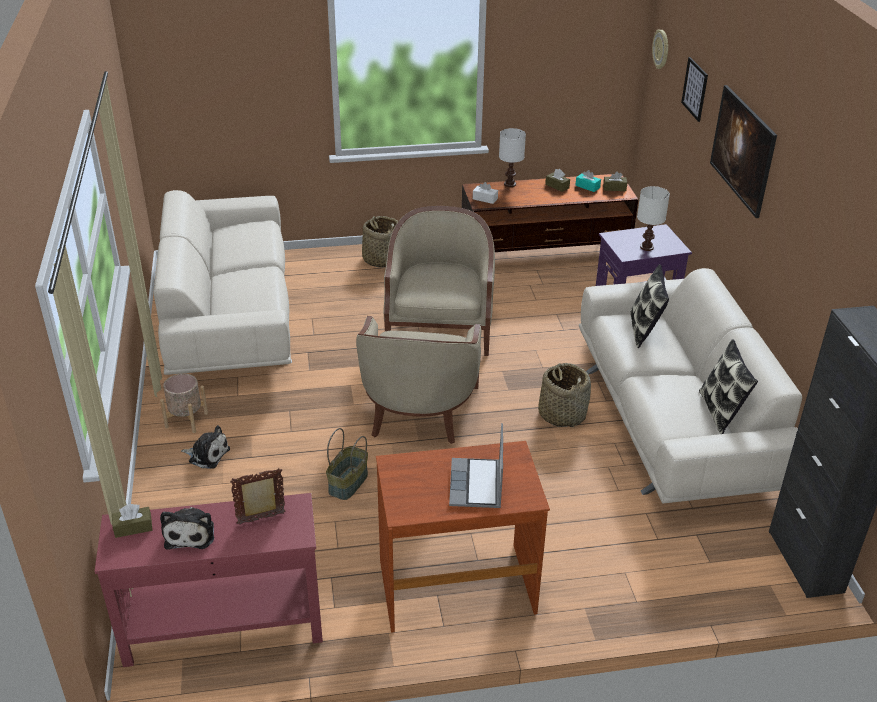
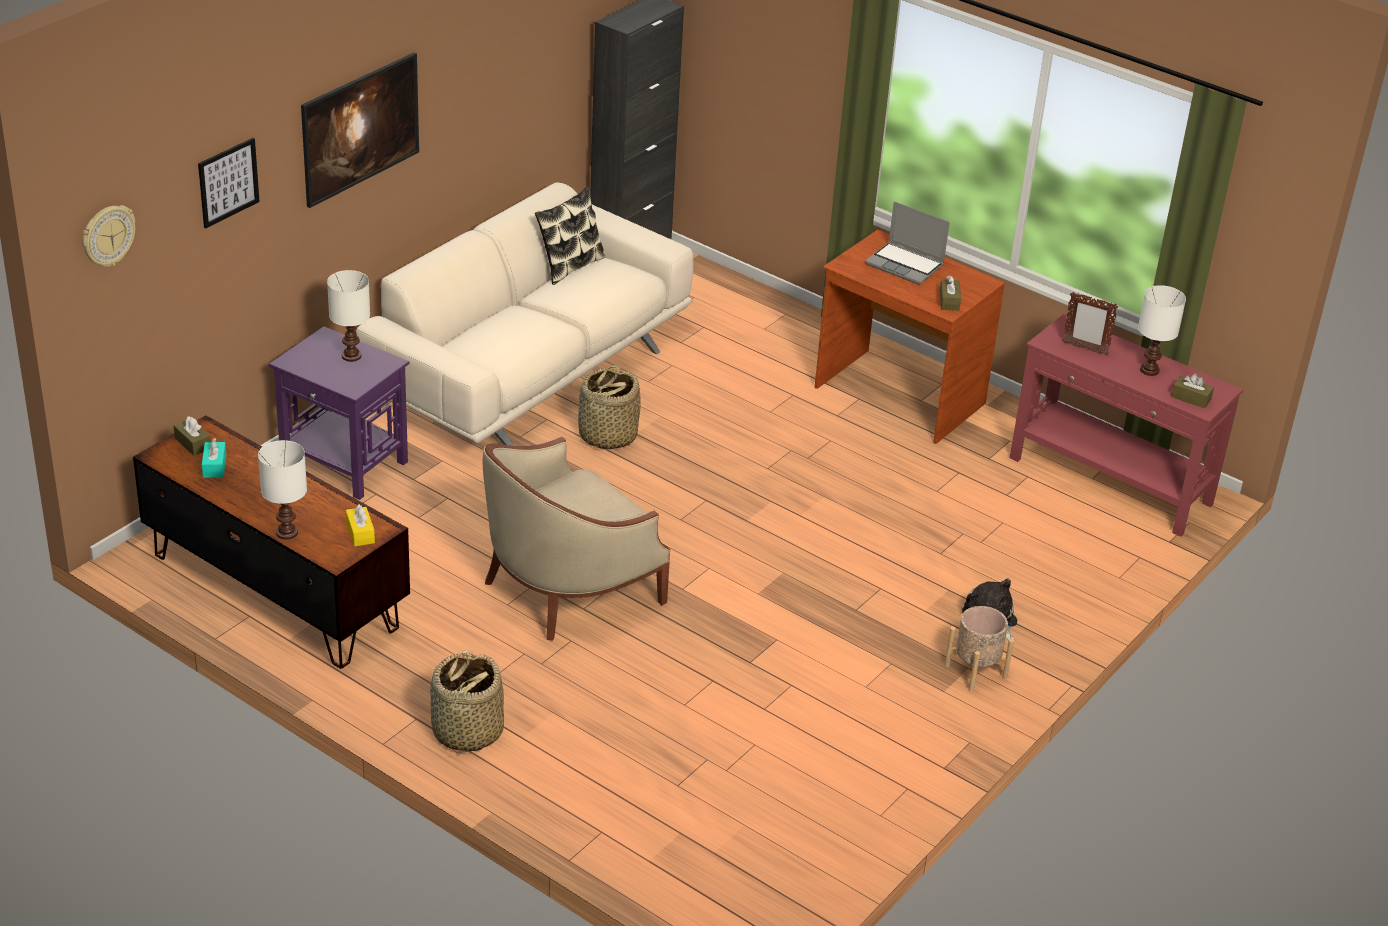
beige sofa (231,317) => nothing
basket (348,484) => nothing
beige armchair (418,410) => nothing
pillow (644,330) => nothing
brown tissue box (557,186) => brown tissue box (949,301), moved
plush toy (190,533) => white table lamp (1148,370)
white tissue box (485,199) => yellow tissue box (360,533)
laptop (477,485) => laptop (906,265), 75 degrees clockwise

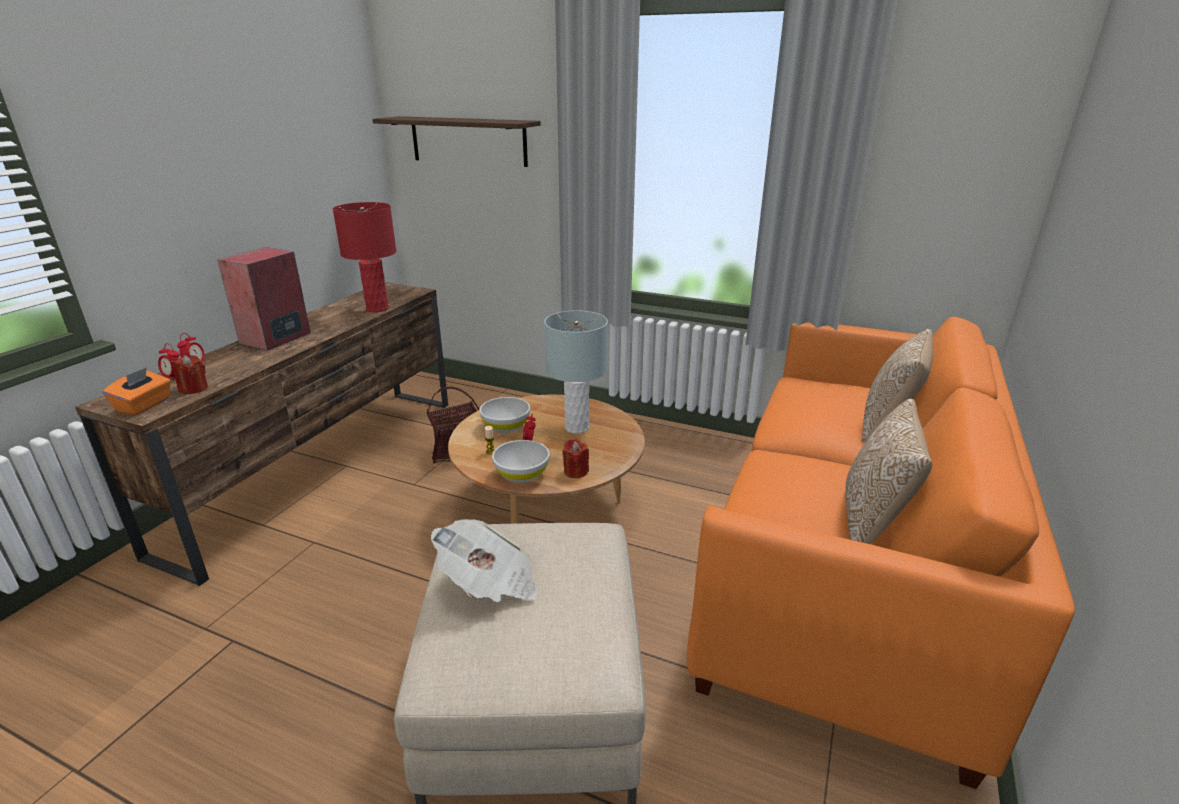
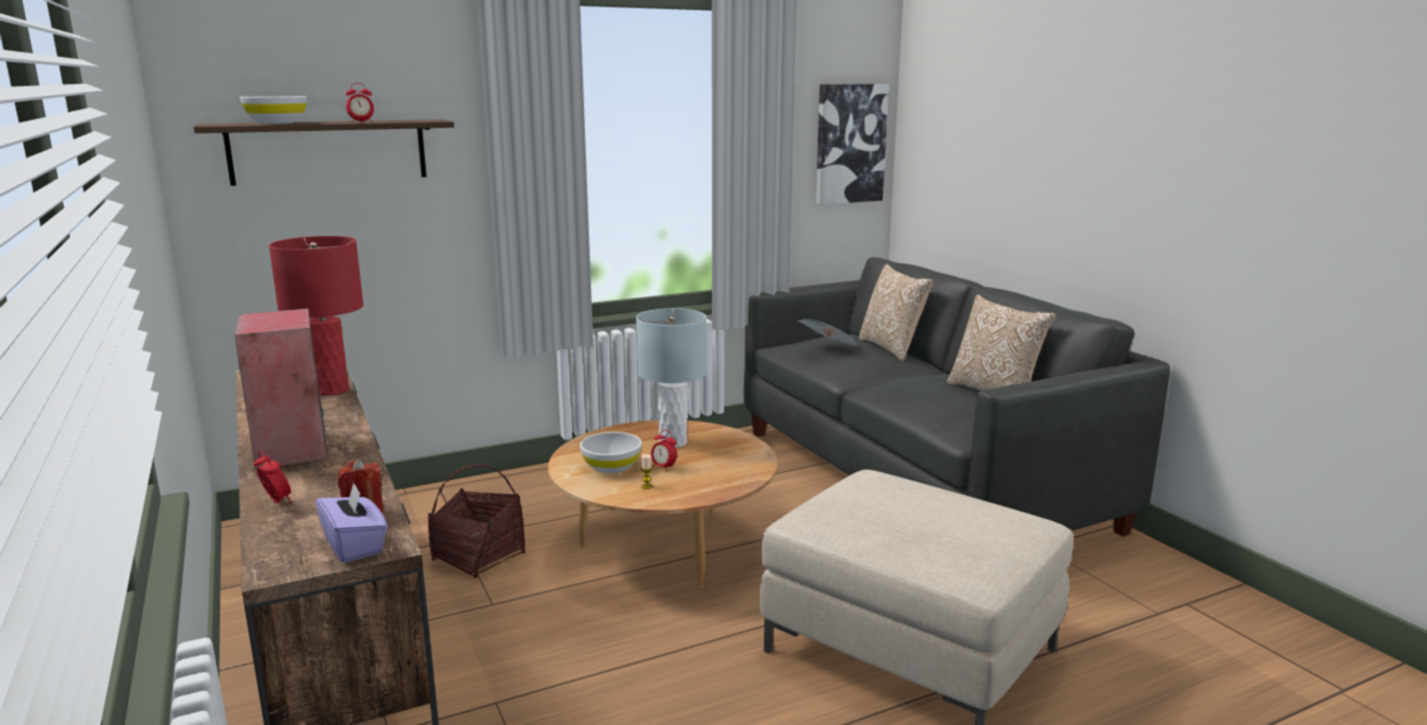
red candle (575,471) => nothing
nothing => picture (850,143)
alarm clock (174,378) => alarm clock (361,122), moved
newspaper (489,583) => newspaper (830,349), moved
white bowl (522,474) => white bowl (276,123), moved
orange tissue box (144,406) => purple tissue box (355,546)
orange sofa (846,569) => grey sofa (918,477)

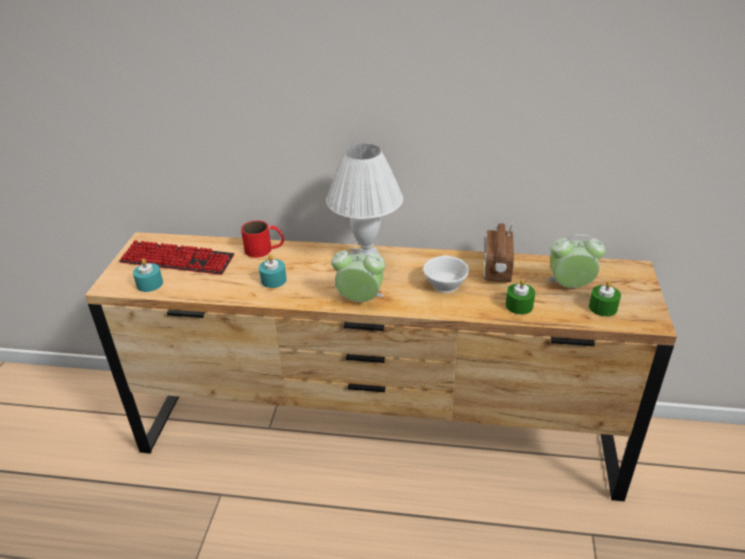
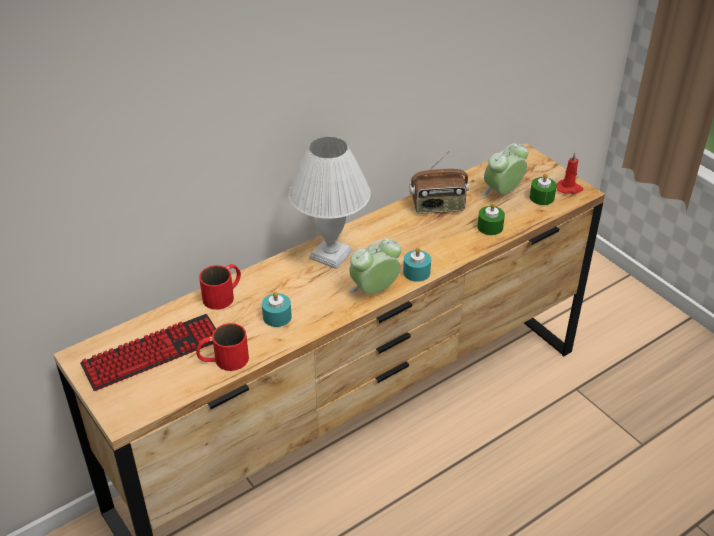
white cup (443,283) => nothing
nothing => red mug (223,360)
nothing => red candle (569,188)
turquoise candle (150,284) => turquoise candle (416,272), moved
radio (496,270) => radio (438,207), 60 degrees counterclockwise

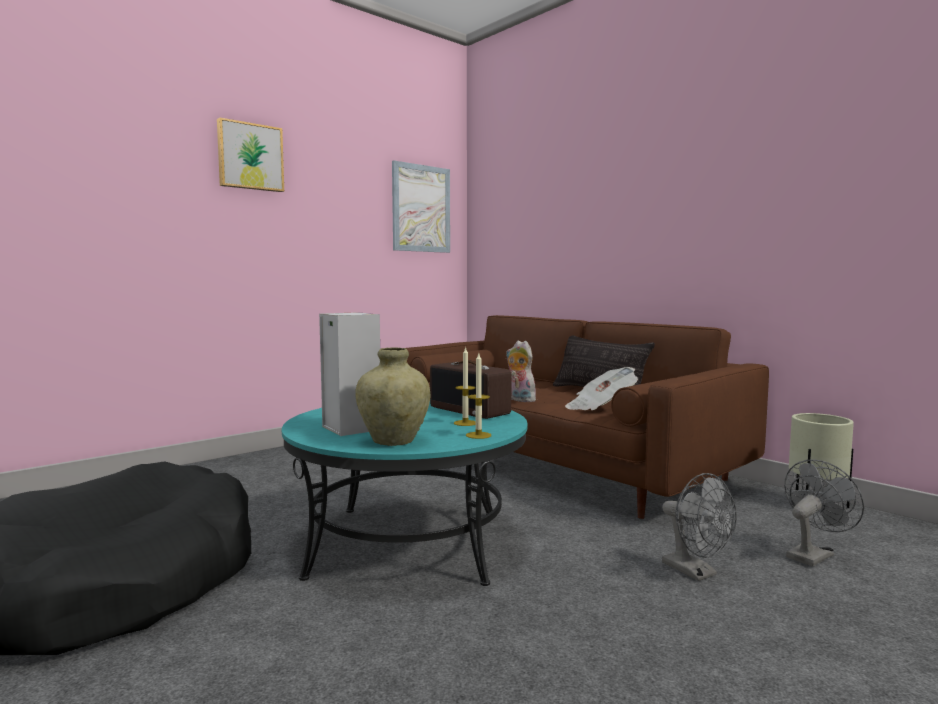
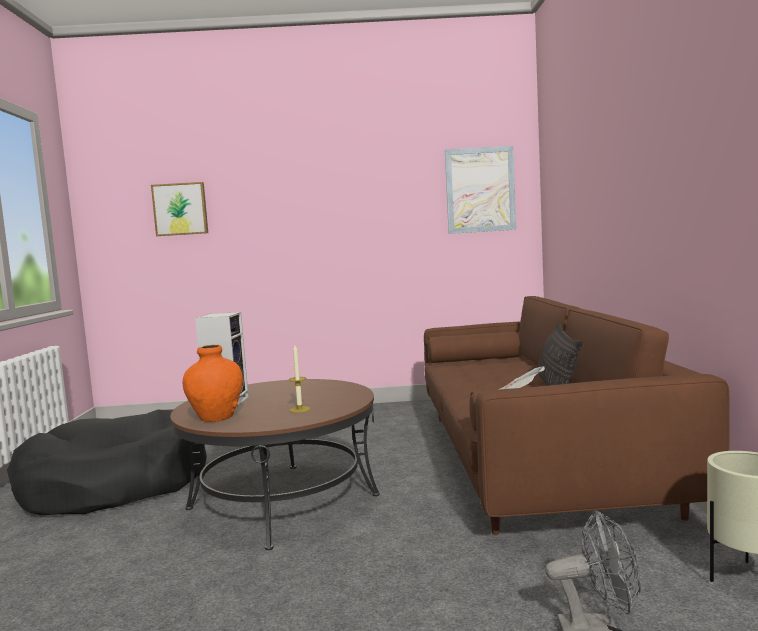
radio (470,410) => nothing
candle (478,435) => nothing
plush toy (519,400) => nothing
grey fan (696,572) => nothing
picture (250,157) => picture (180,209), moved
turquoise coffee table (408,542) => brown coffee table (283,501)
beige vase (393,441) => orange vase (216,417)

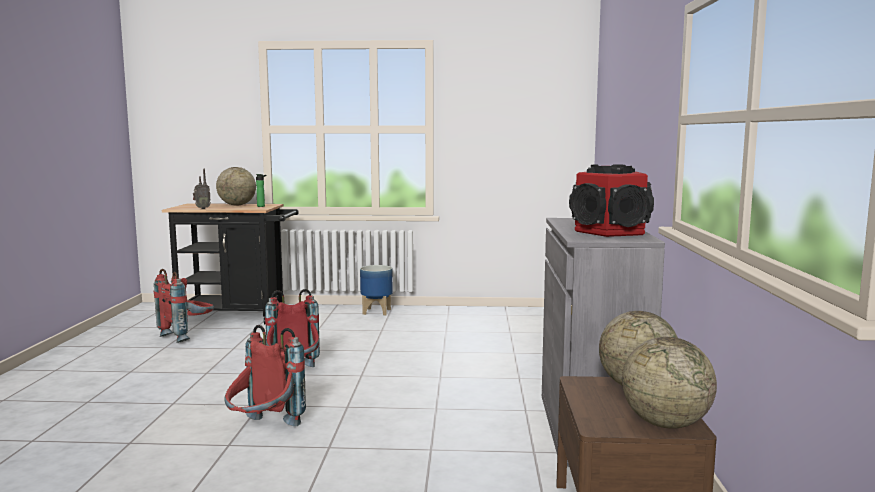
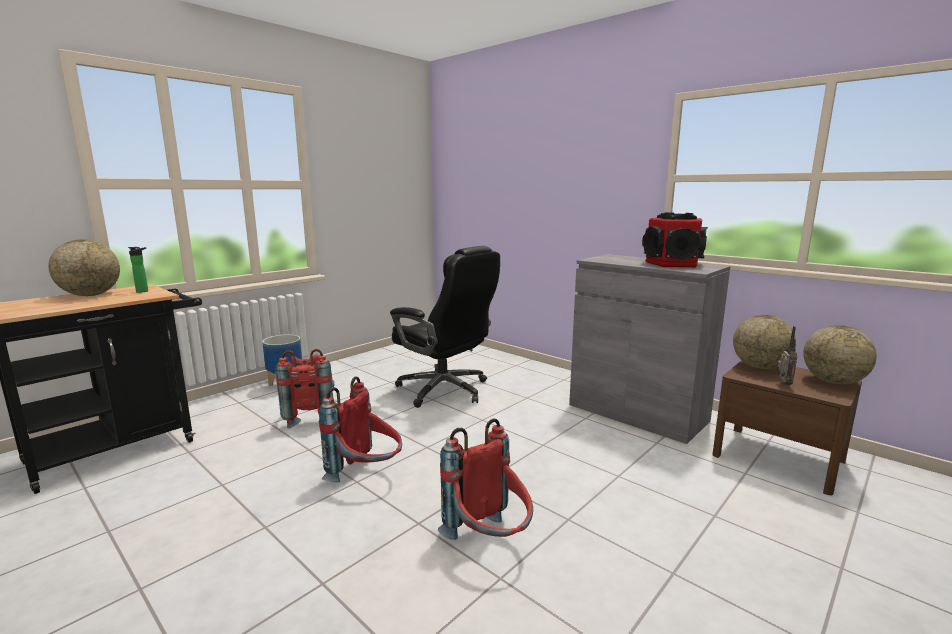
nothing => black office chair (445,390)
red backpack (188,335) => red backpack (311,417), moved
radio (202,208) => radio (783,384), moved

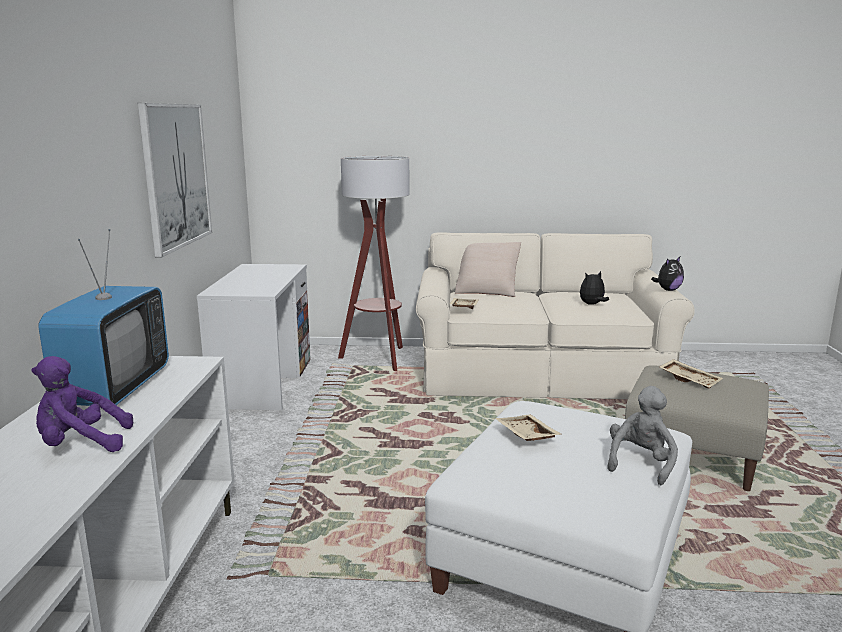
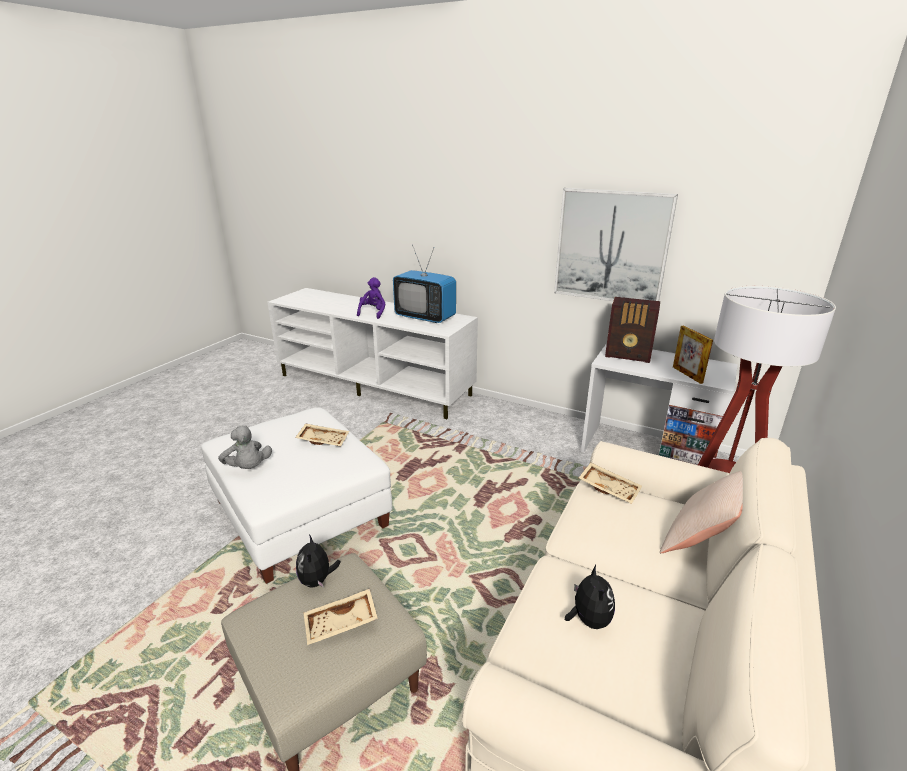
nothing => radio (629,355)
nothing => picture frame (687,375)
plush toy (668,290) => plush toy (317,580), moved

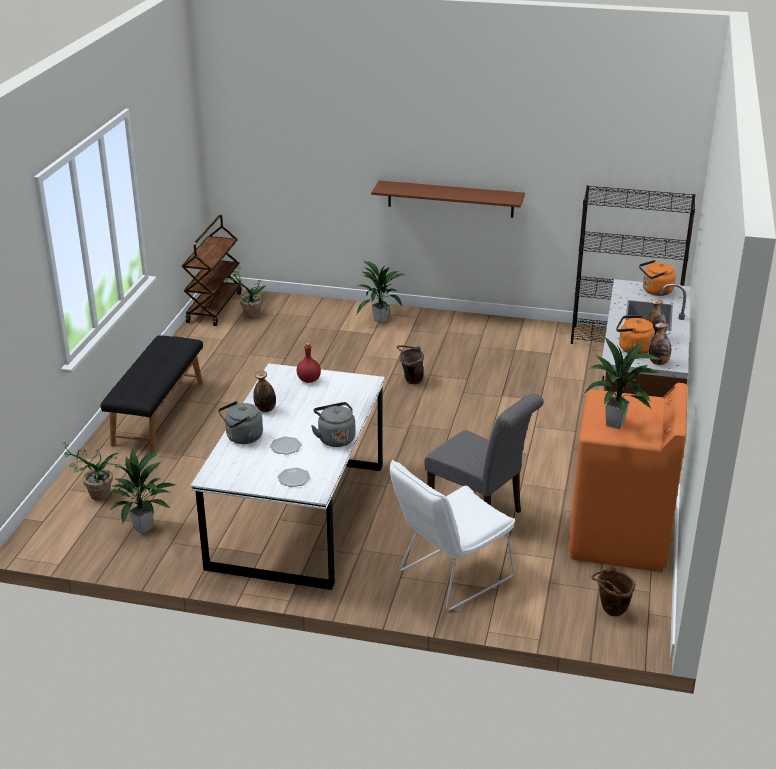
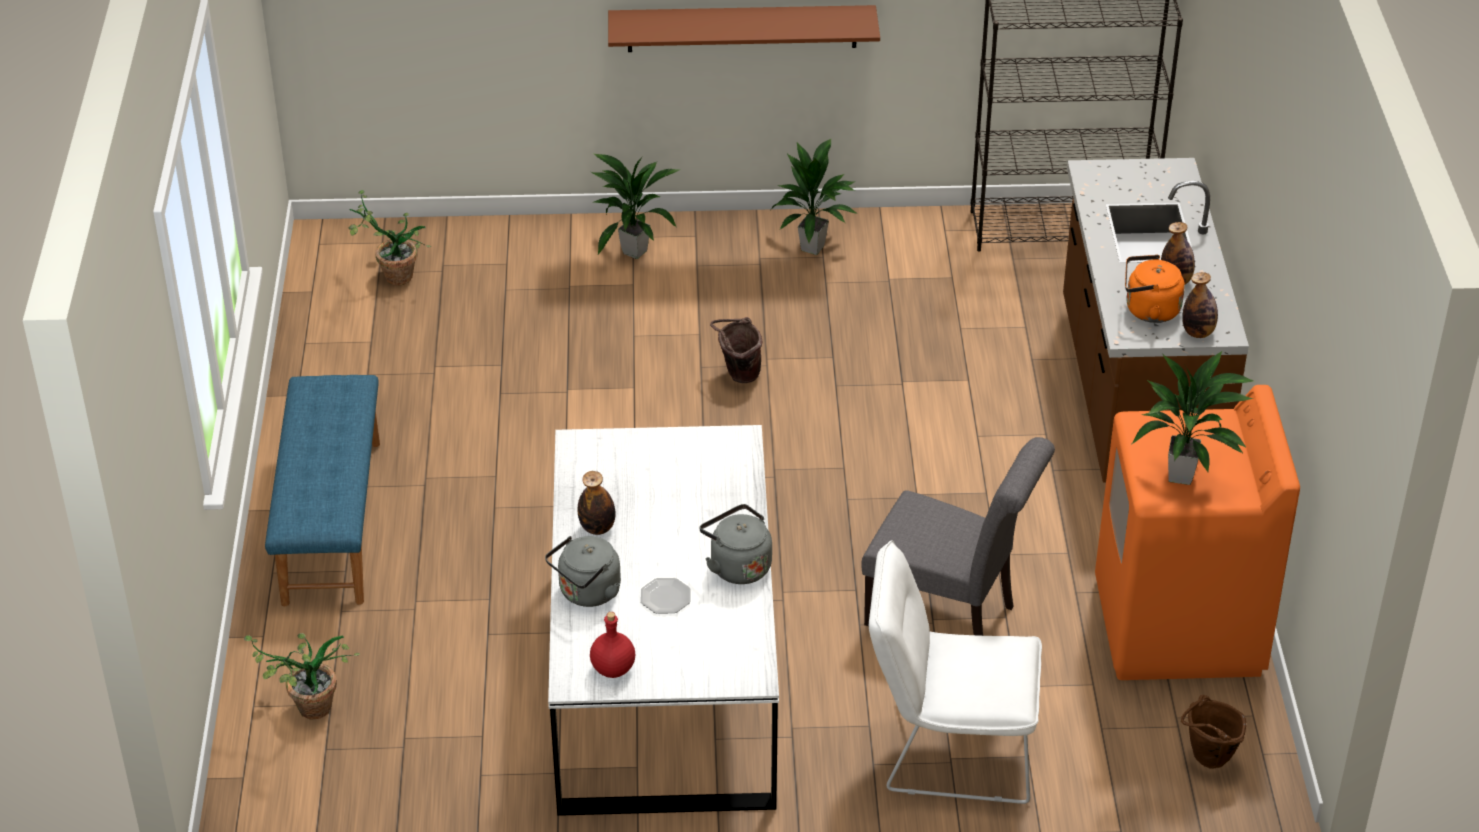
brown cart (214,307) => nothing
plate (294,478) => nothing
orange kettle (655,291) => nothing
potted plant (144,528) => potted plant (813,247), moved
red bottle (309,380) => red bottle (613,669), moved
black bench (157,413) => blue bench (330,521)
white chair (449,577) => white chair (947,750), 60 degrees clockwise

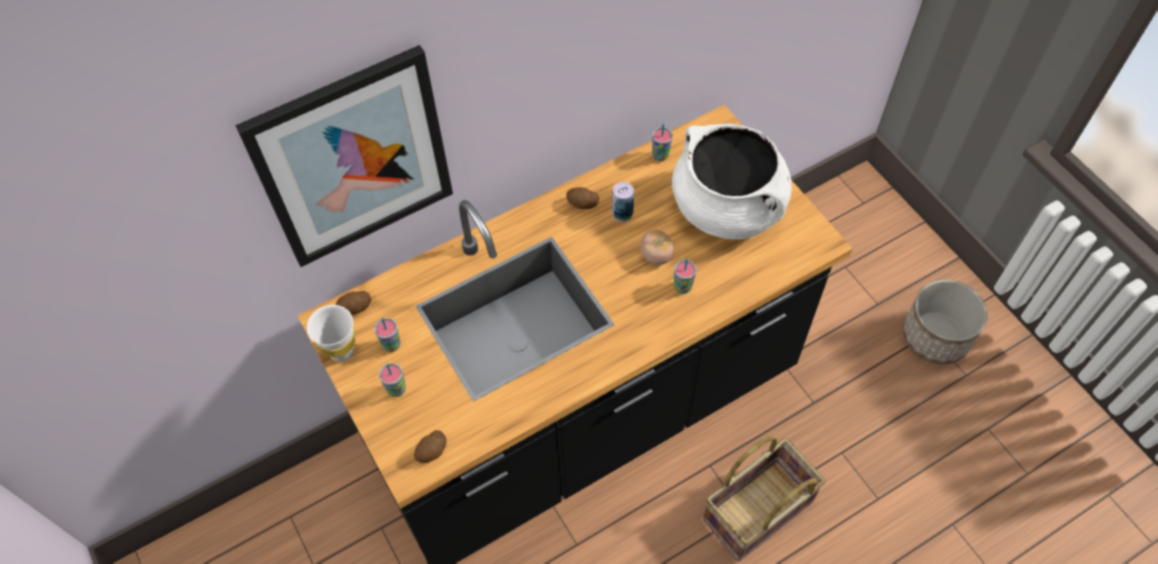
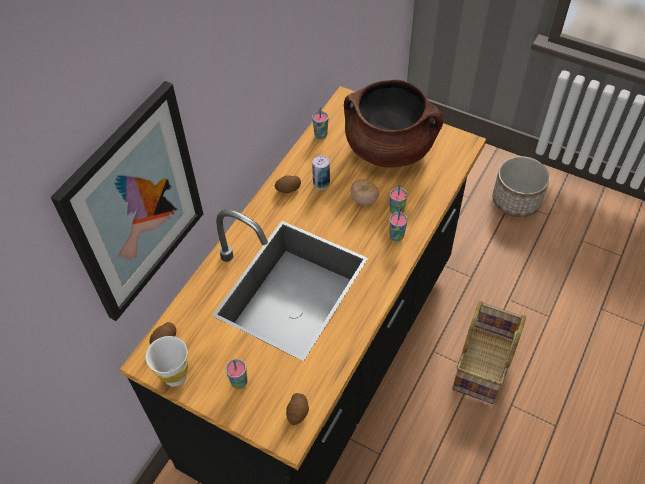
cup (391,345) => cup (396,236), moved
white cooking pot (728,208) => brown cooking pot (389,148)

